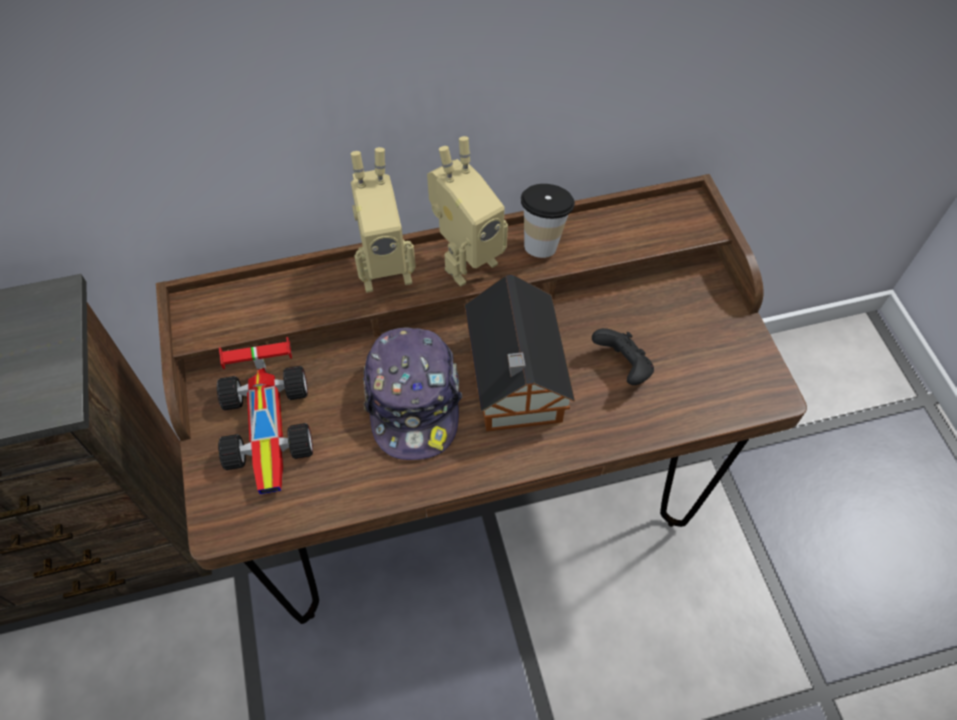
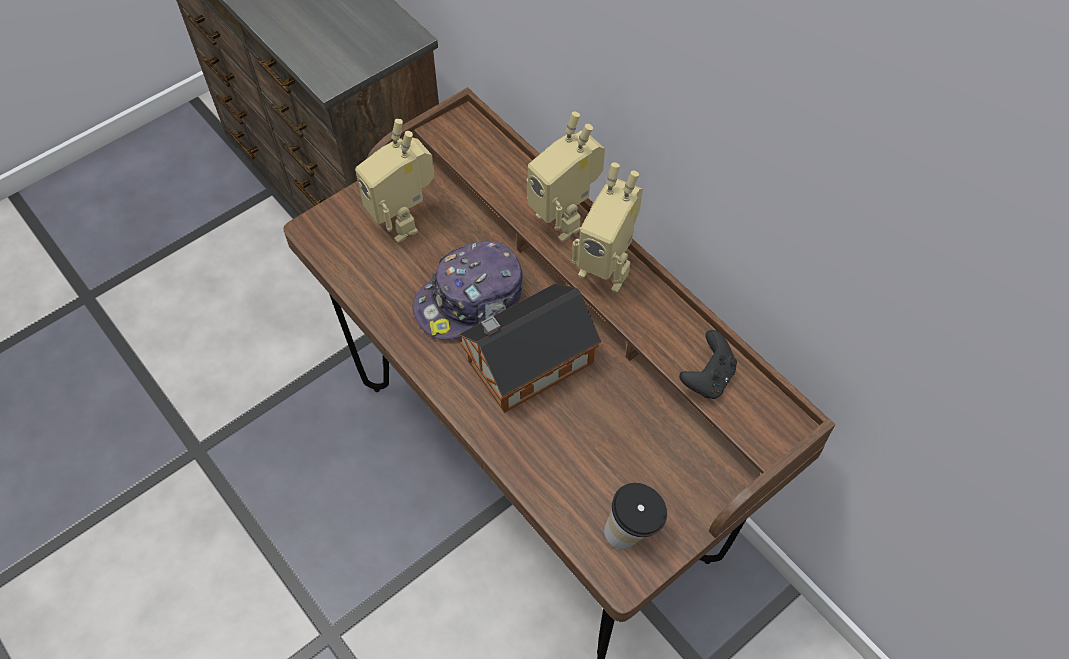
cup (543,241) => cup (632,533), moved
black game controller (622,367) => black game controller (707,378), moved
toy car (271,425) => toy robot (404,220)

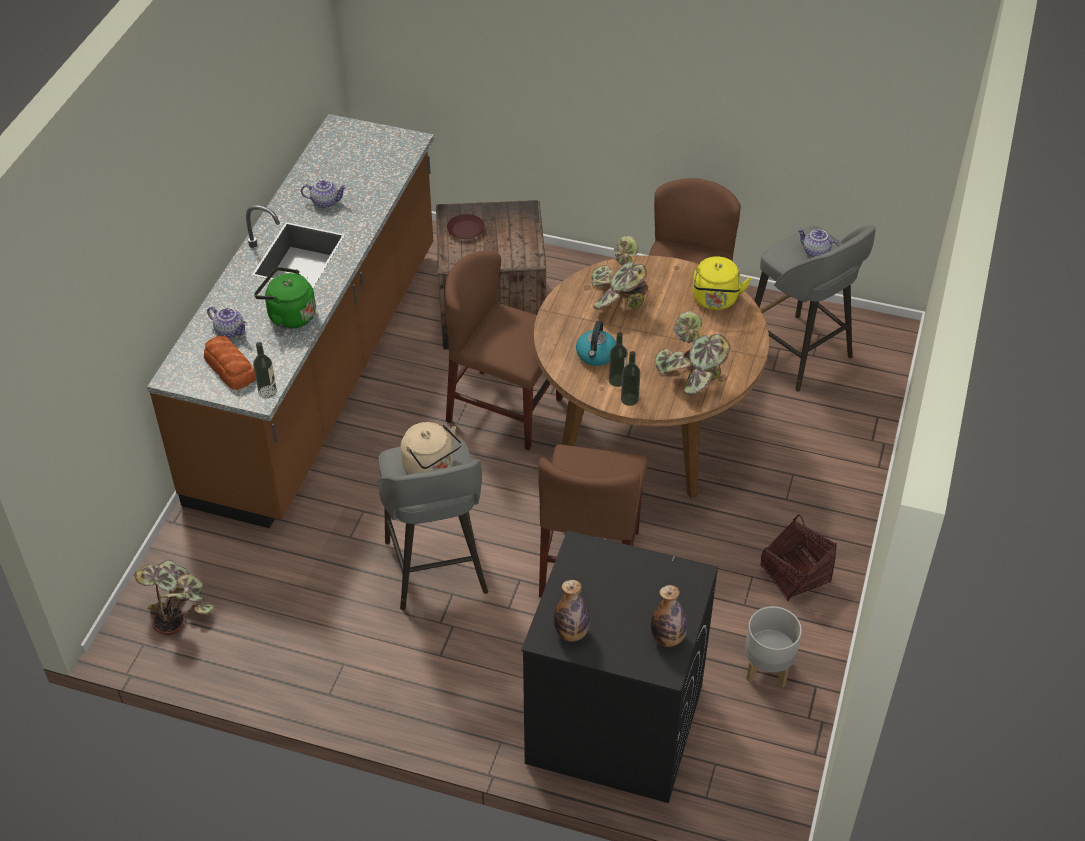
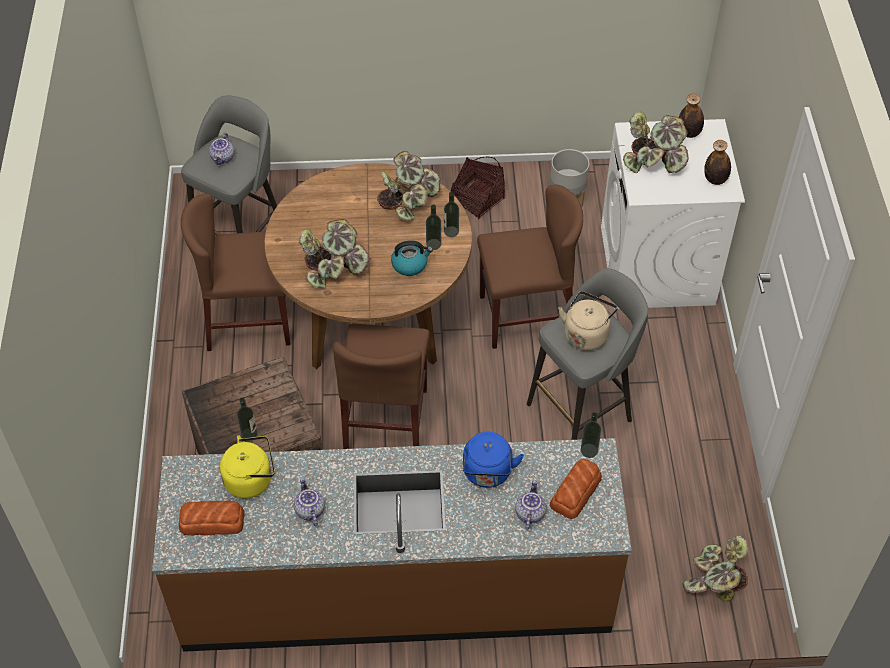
nothing => bread (211,521)
nothing => potted plant (654,161)
yellow kettle (715,300) => yellow kettle (251,479), moved
brown plate (466,230) => bottle (249,434)
green kettle (289,315) => blue kettle (487,474)
black washing machine (613,724) => white washing machine (657,266)

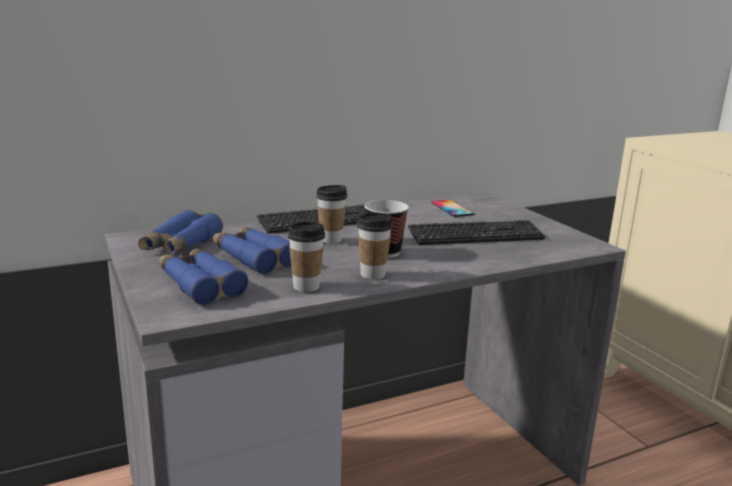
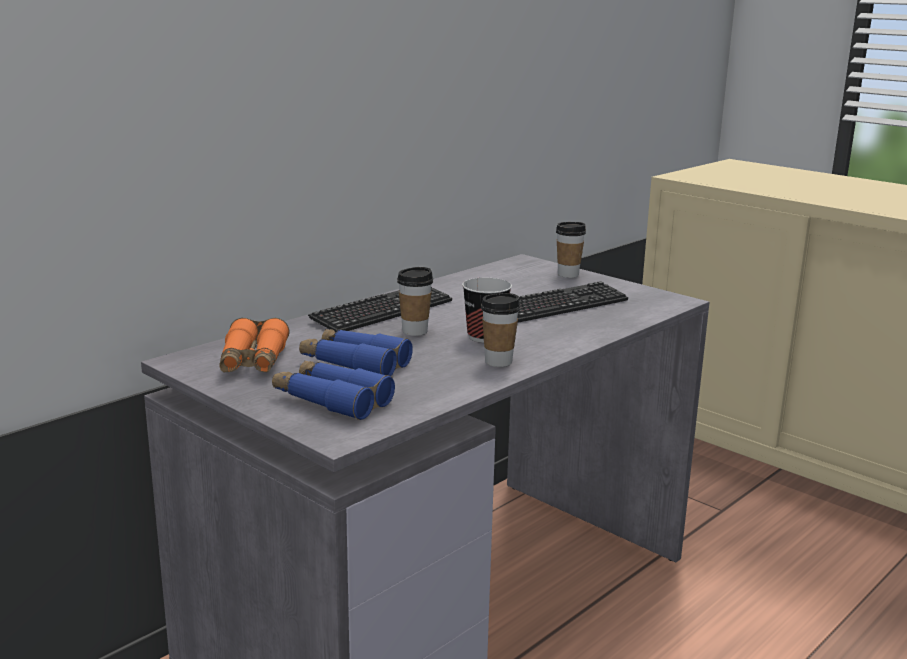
phone (452,209) => nothing
cup (306,287) => cup (568,274), moved
blue binoculars (181,245) => orange binoculars (253,361)

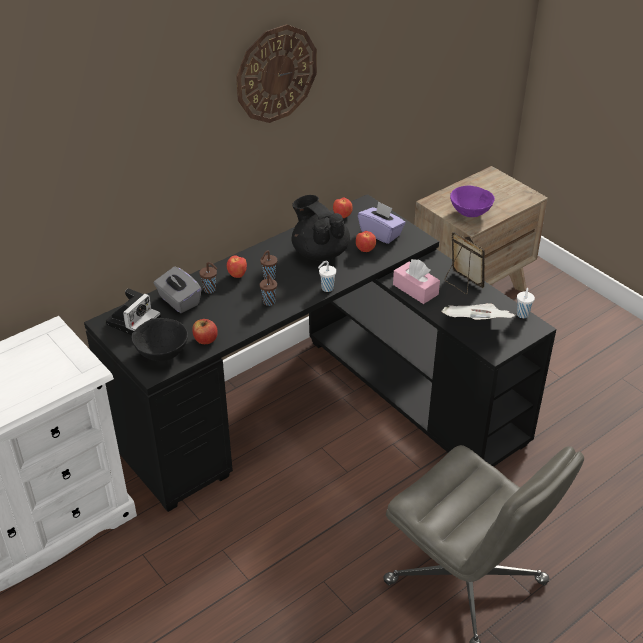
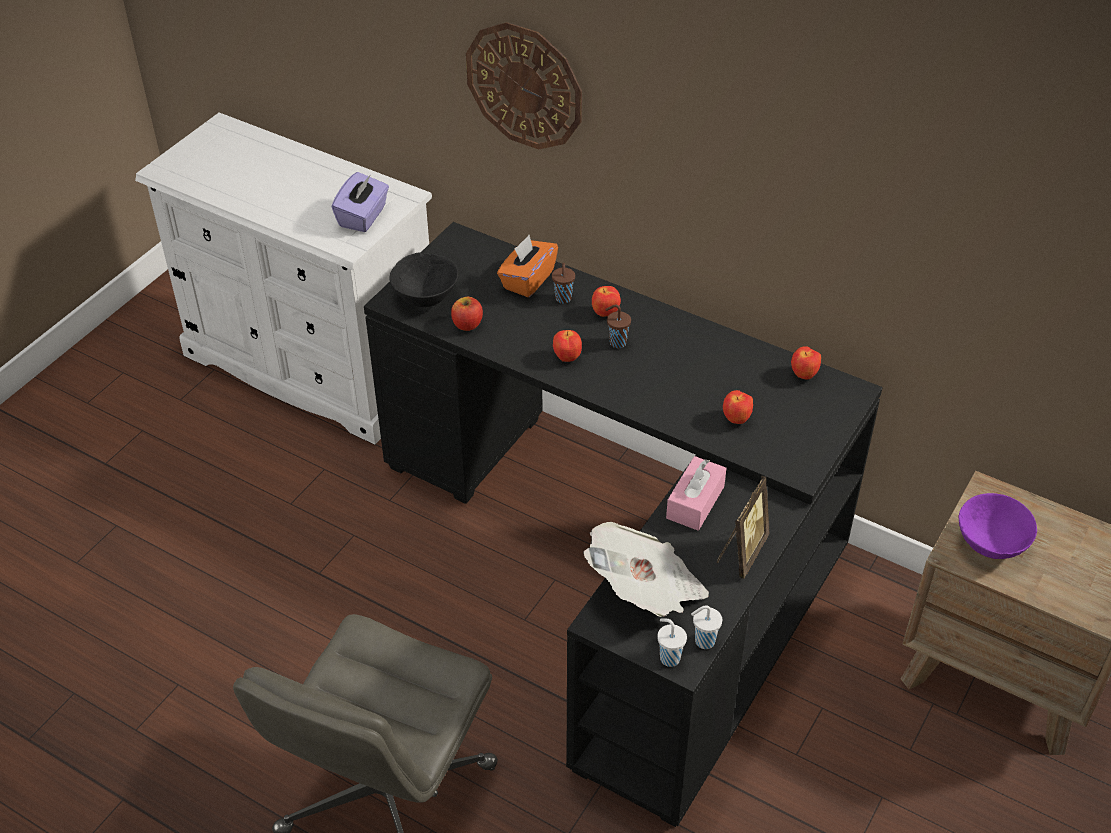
photo camera (134,320) => nothing
black teapot (320,252) => nothing
wall clock (276,74) => wall clock (524,86), moved
white cup (326,288) => white cup (669,658), moved
purple tissue box (381,233) => purple tissue box (363,217), moved
brown cup (269,302) => apple (566,357)
grey tissue box (178,301) => orange tissue box (527,280)

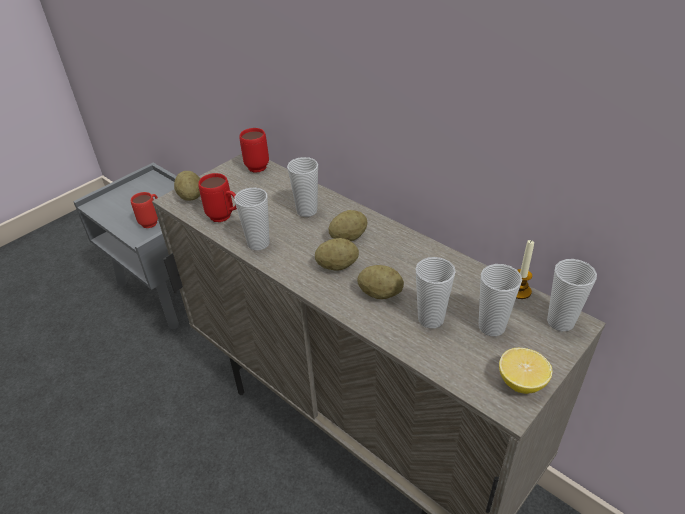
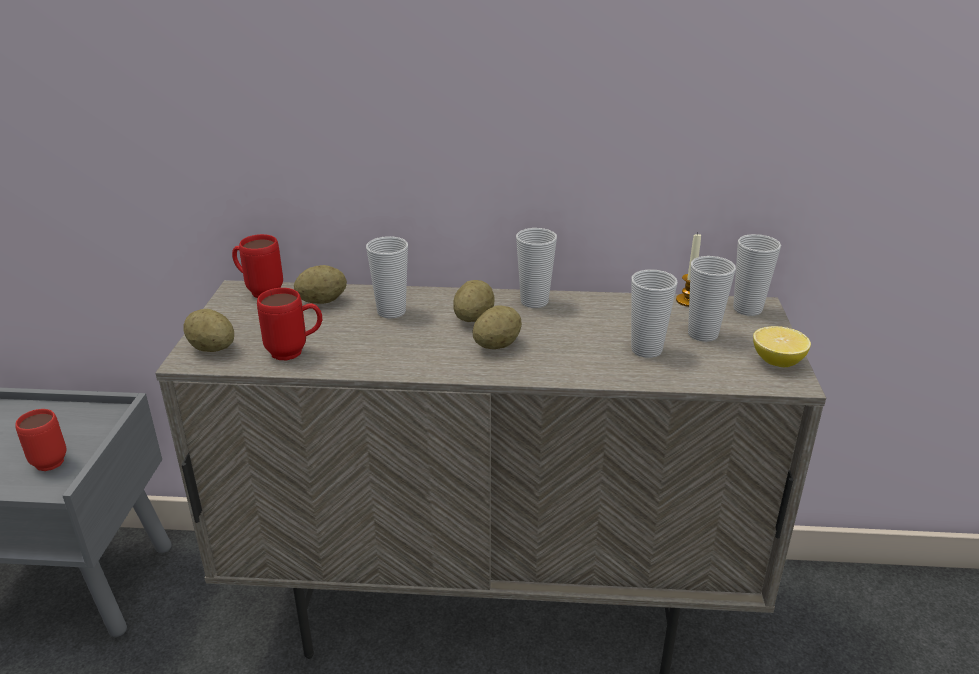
cup (258,243) => cup (534,302), moved
potato (380,293) => potato (322,301), moved

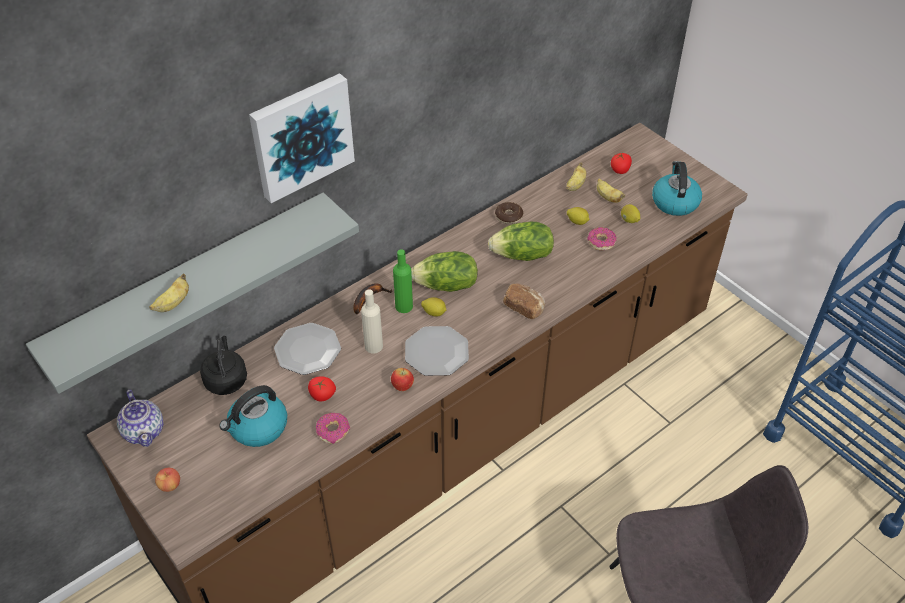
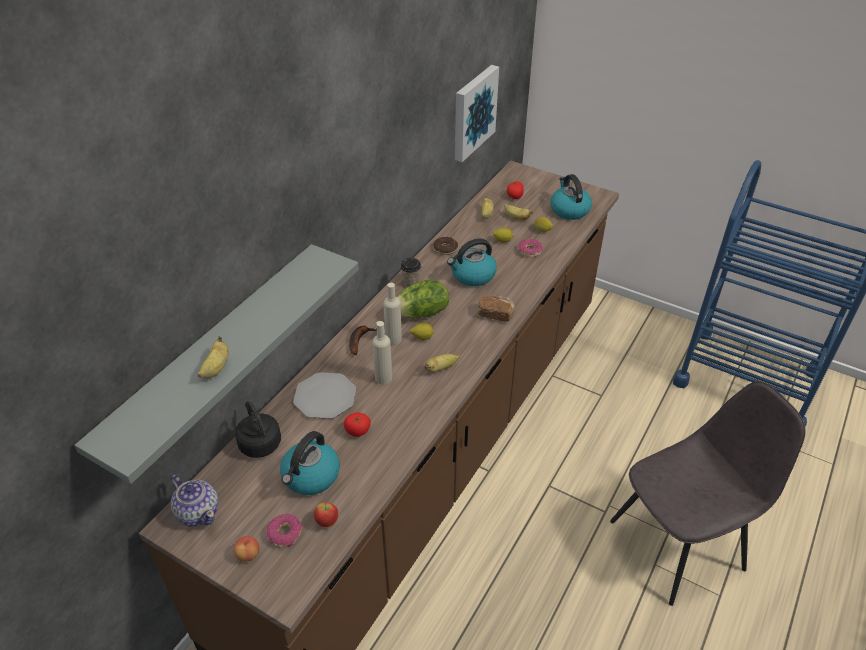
nothing => cup (411,283)
picture (301,136) => picture (472,112), moved
donut (333,431) => donut (285,534), moved
apple (402,387) => apple (327,522), moved
plate (436,352) => banana (441,368)
lettuce (522,255) => kettle (472,275)
green bottle (404,306) => beige bottle (393,339)

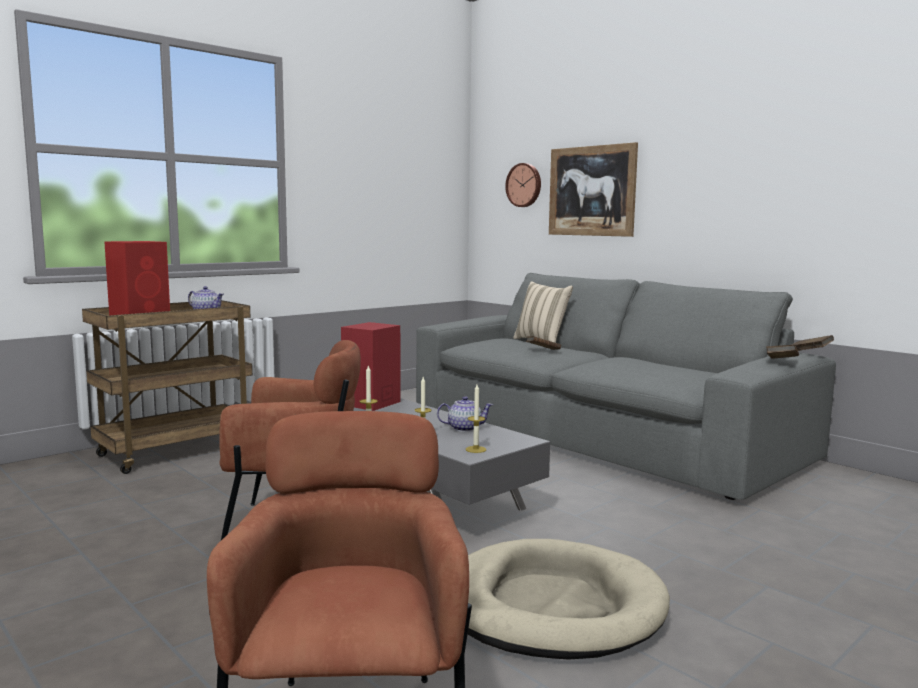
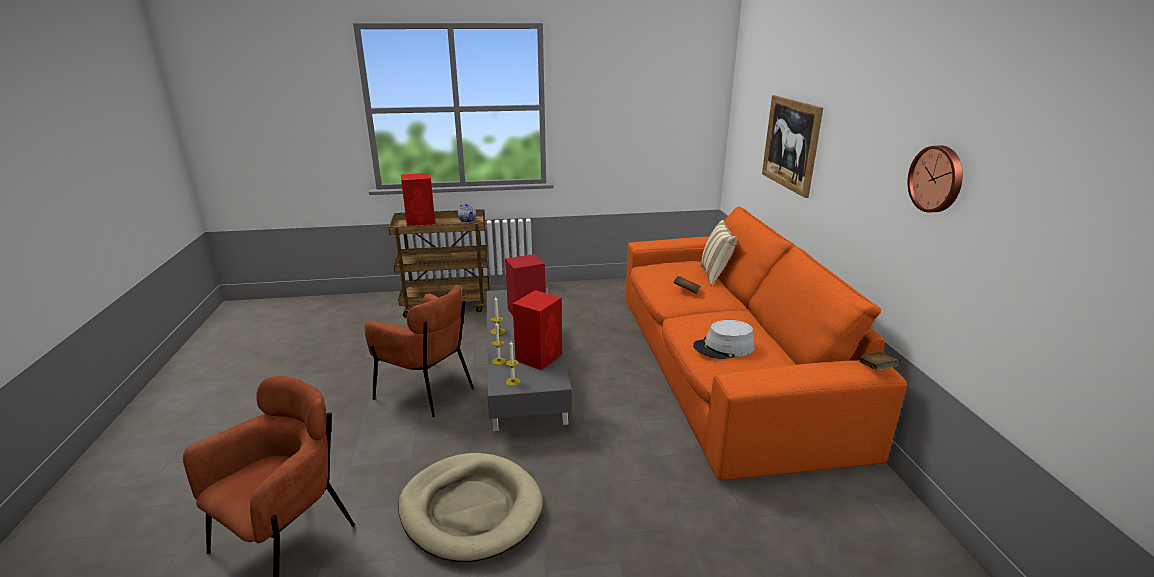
brown book (781,361) => nothing
nothing => grey hat (724,347)
wall clock (524,185) => wall clock (937,179), moved
teapot (464,428) => red speaker (539,357)
grey sofa (596,435) => orange sofa (722,367)

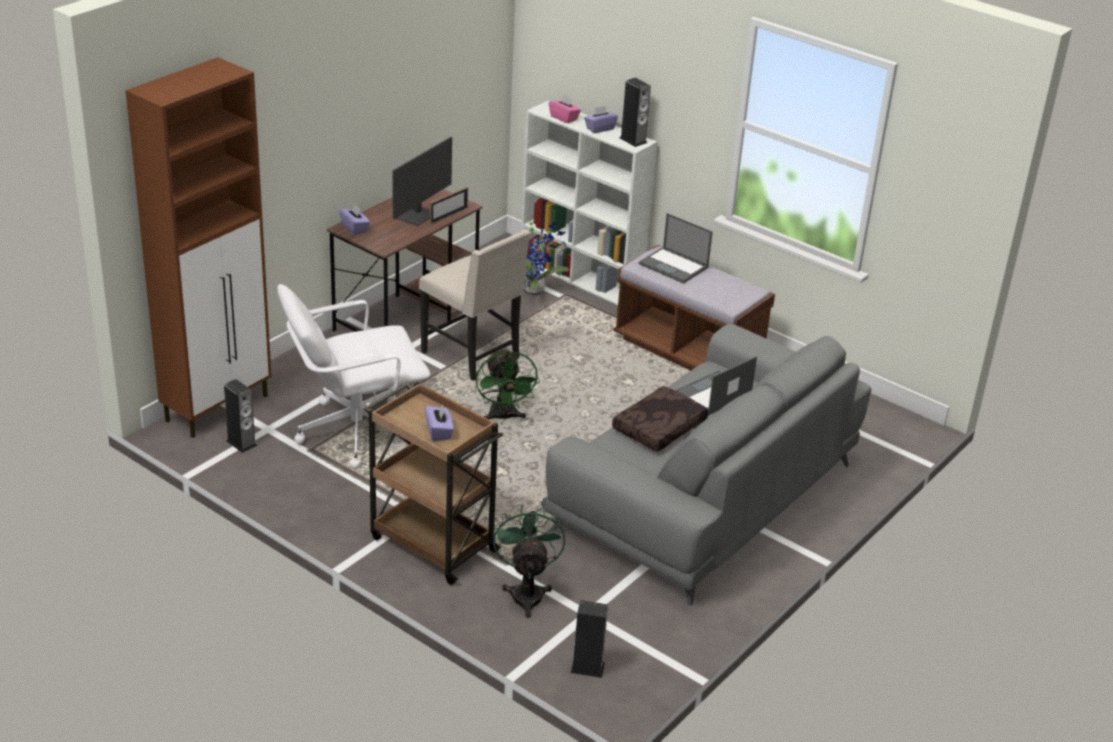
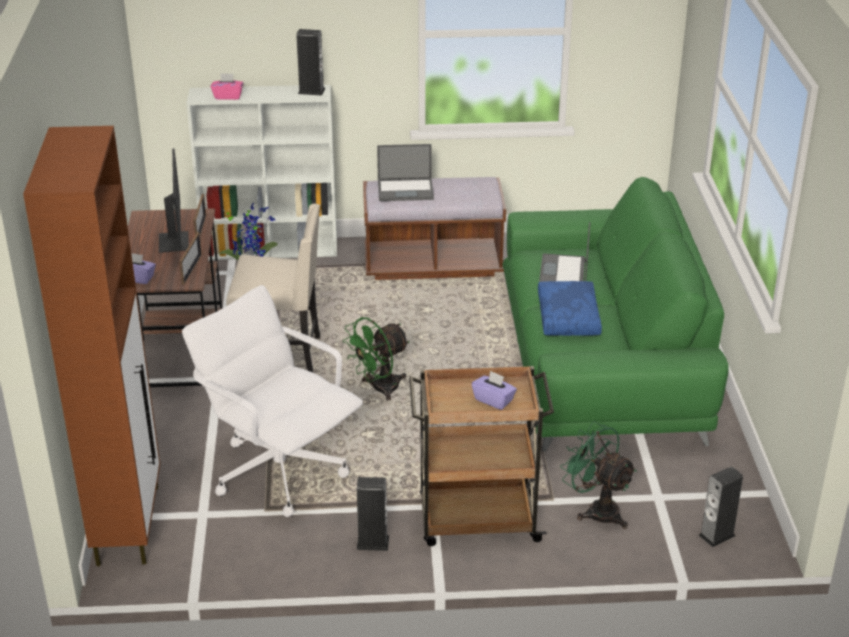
purple tissue box (600,128) => nothing
nothing => picture frame (192,269)
speaker (241,443) => speaker (372,542), moved
grey sofa (704,496) => green sofa (600,363)
brown pillow (660,428) => blue pillow (569,318)
white office chair (354,431) => white office chair (279,471), 105 degrees clockwise
green fan (503,417) => green fan (379,389), 105 degrees clockwise

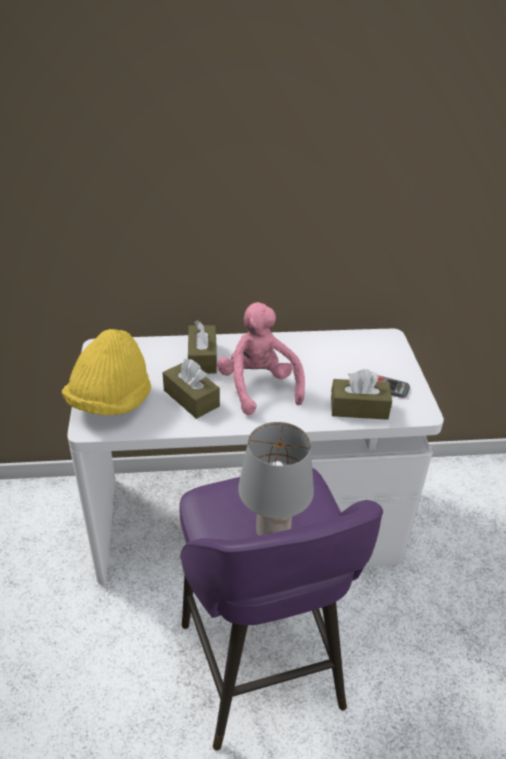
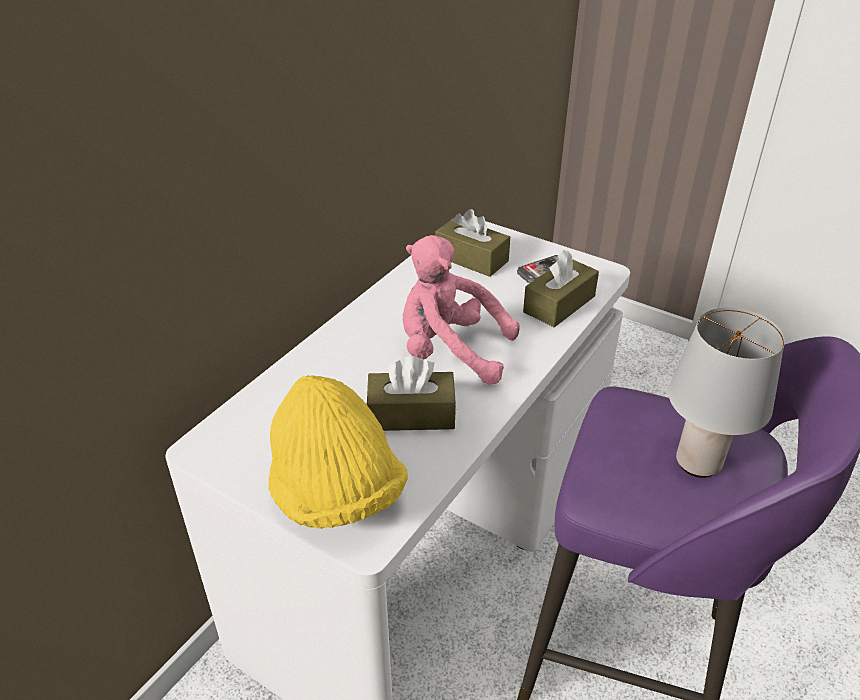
brown tissue box (202,358) => brown tissue box (471,258), moved

